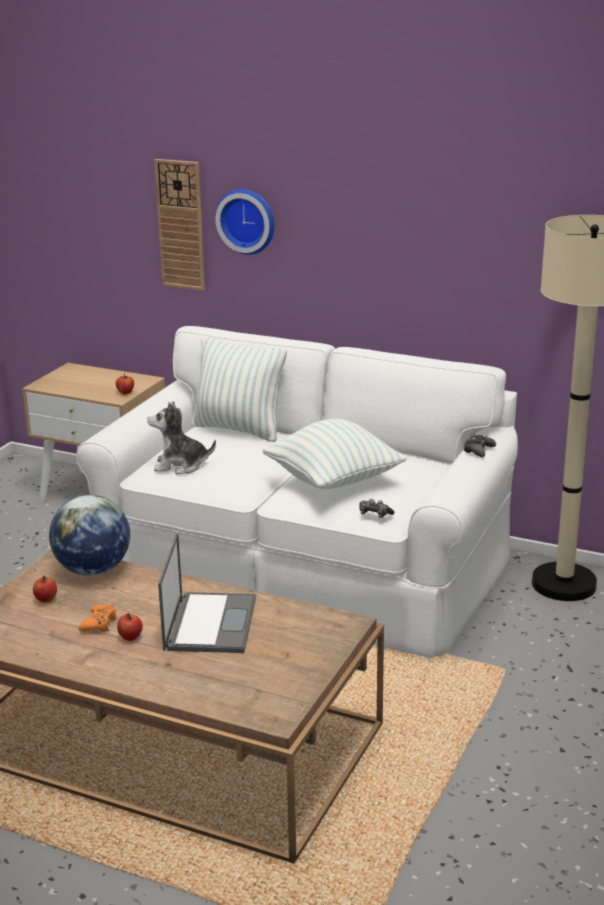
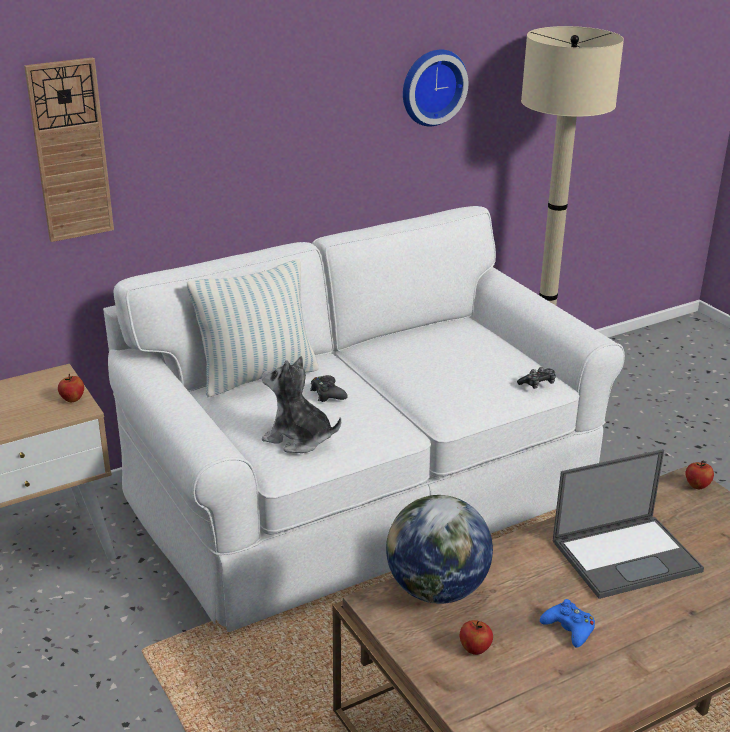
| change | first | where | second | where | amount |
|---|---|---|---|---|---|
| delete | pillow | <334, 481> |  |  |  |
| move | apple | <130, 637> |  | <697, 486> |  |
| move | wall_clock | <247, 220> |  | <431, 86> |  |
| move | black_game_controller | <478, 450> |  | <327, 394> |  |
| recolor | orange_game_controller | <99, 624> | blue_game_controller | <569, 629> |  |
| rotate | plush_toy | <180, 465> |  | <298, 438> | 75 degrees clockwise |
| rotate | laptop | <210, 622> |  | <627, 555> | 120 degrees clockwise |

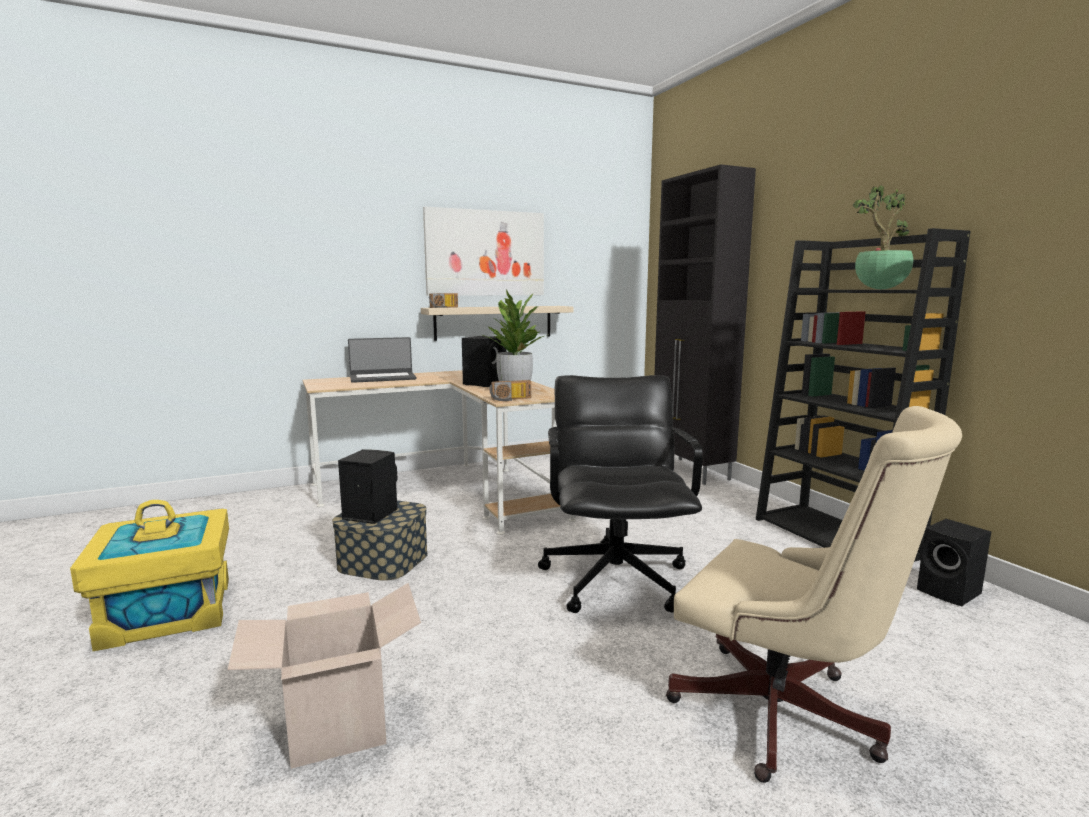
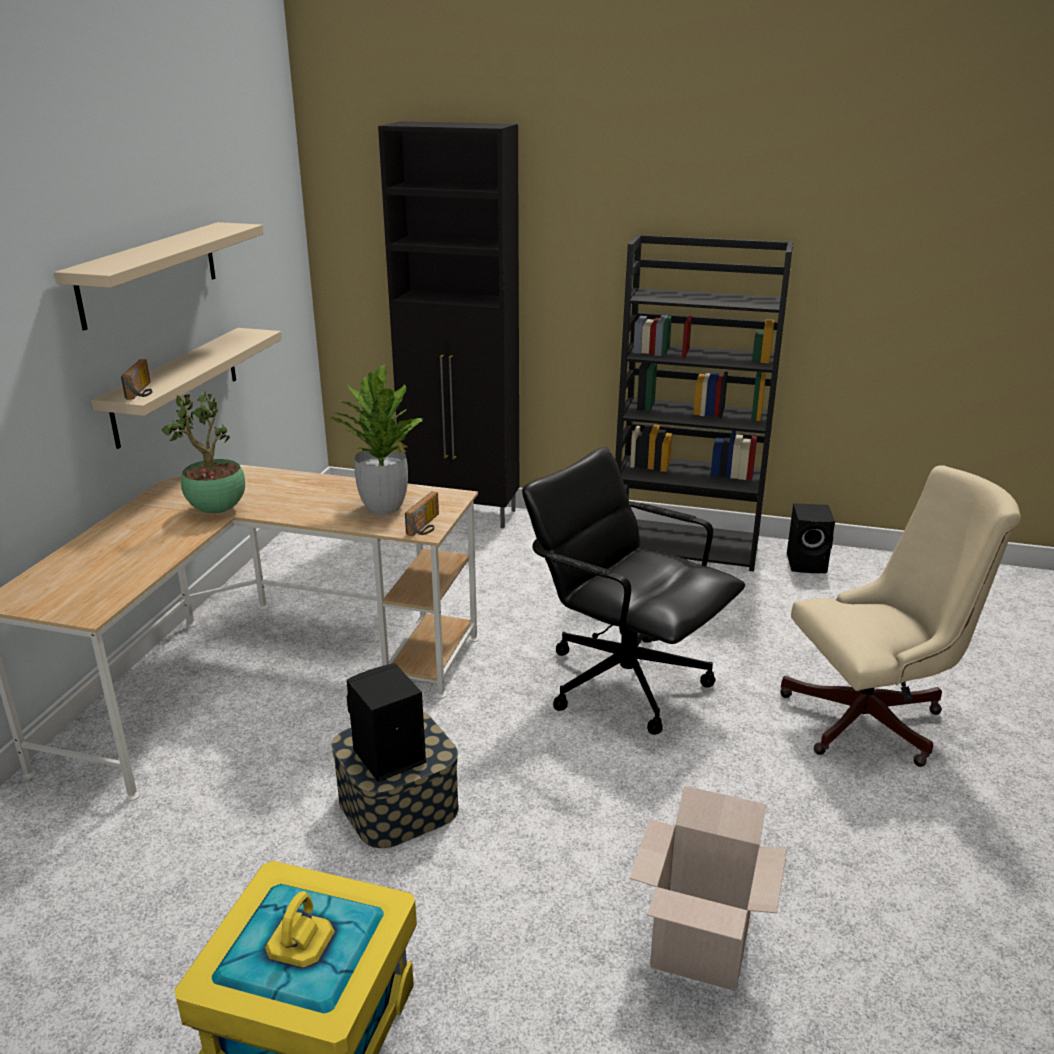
| change | first | where | second | where | amount |
|---|---|---|---|---|---|
| delete | laptop | <382, 378> |  |  |  |
| delete | black_speaker | <485, 384> |  |  |  |
| move | potted_plant | <879, 289> |  | <216, 511> |  |
| replace | picture | <485, 253> | beige_shelf | <149, 273> |  |

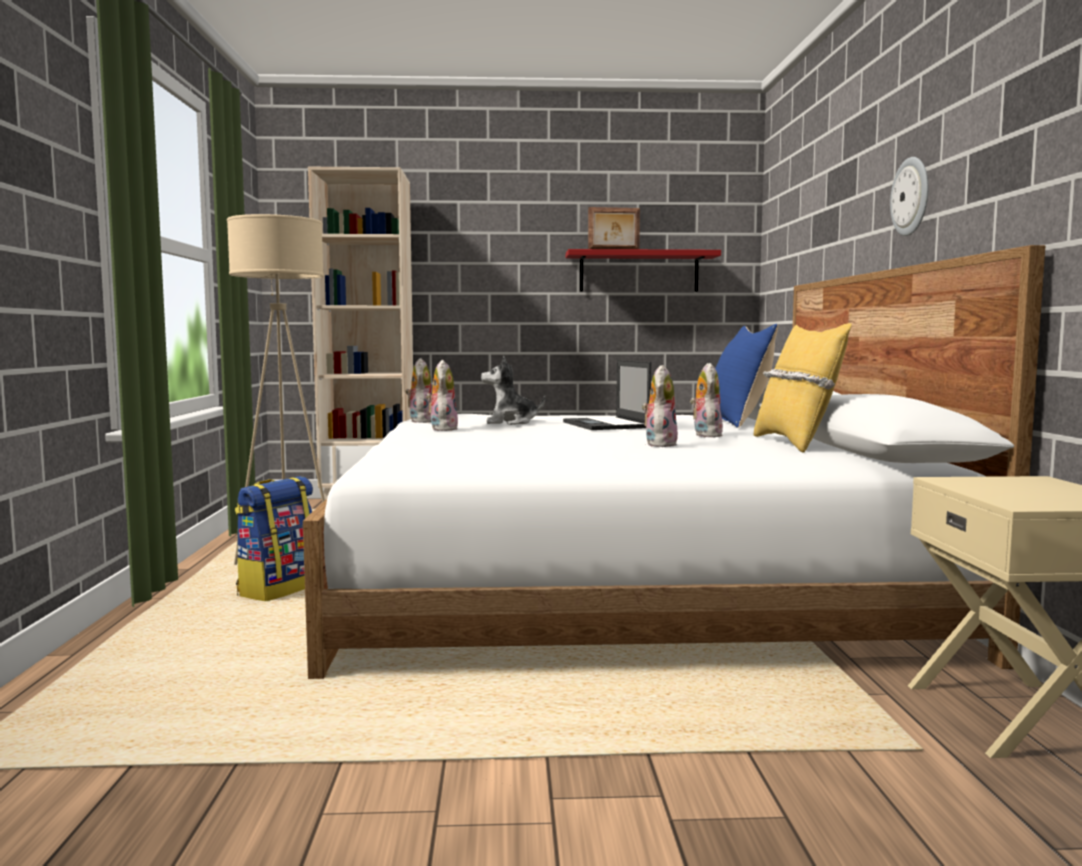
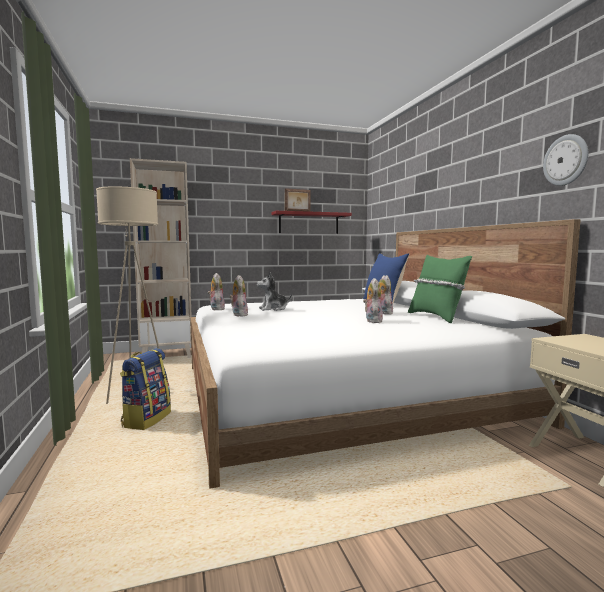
| change | first | where | second | where | amount |
|---|---|---|---|---|---|
| delete | laptop | <606, 425> |  |  |  |
| move | wall_clock | <911, 196> |  | <565, 160> |  |
| recolor | yellow_pillow | <796, 443> | green_pillow | <436, 317> |  |

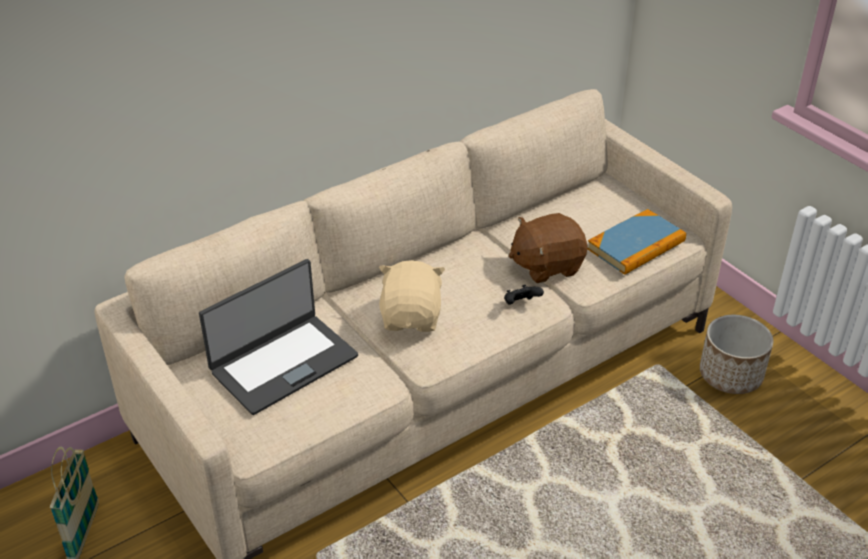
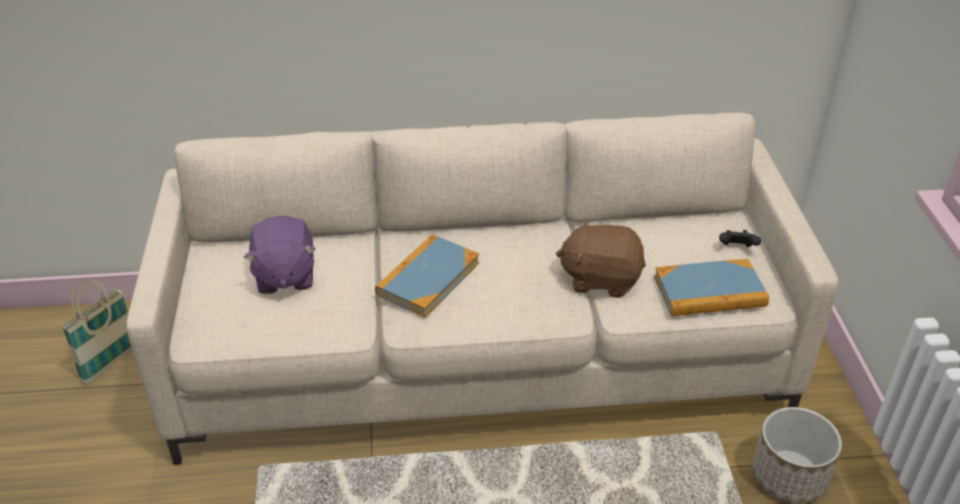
| change | first | where | second | where | amount |
|---|---|---|---|---|---|
| move | black_game_controller | <520, 304> |  | <736, 248> |  |
| replace | laptop | <283, 363> | purple_plush_toy | <284, 276> |  |
| replace | beige_plush_toy | <412, 317> | book | <428, 278> |  |

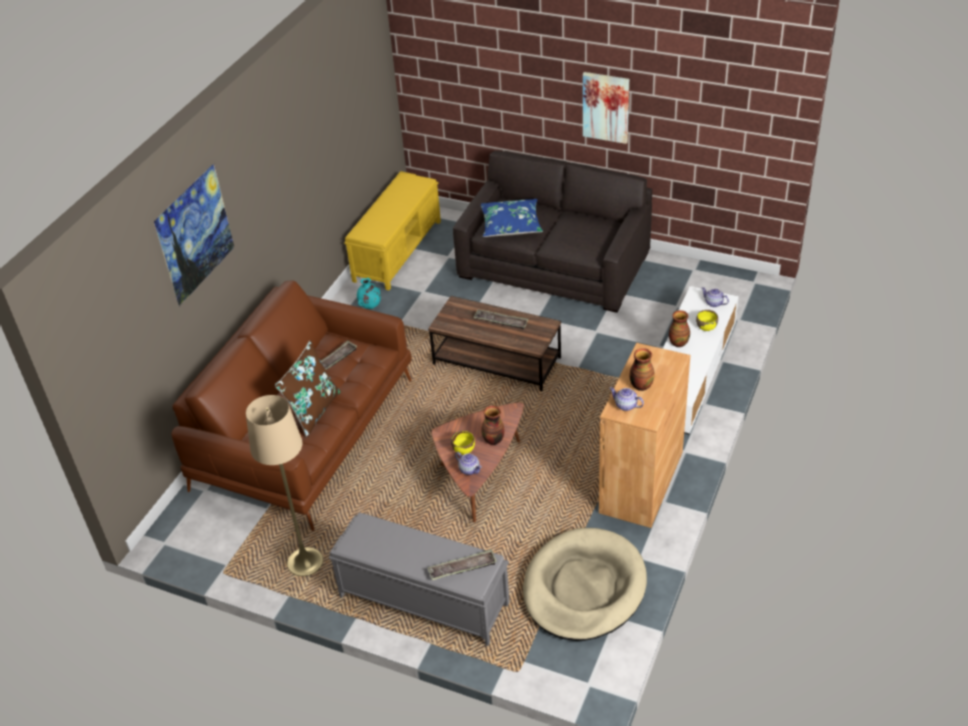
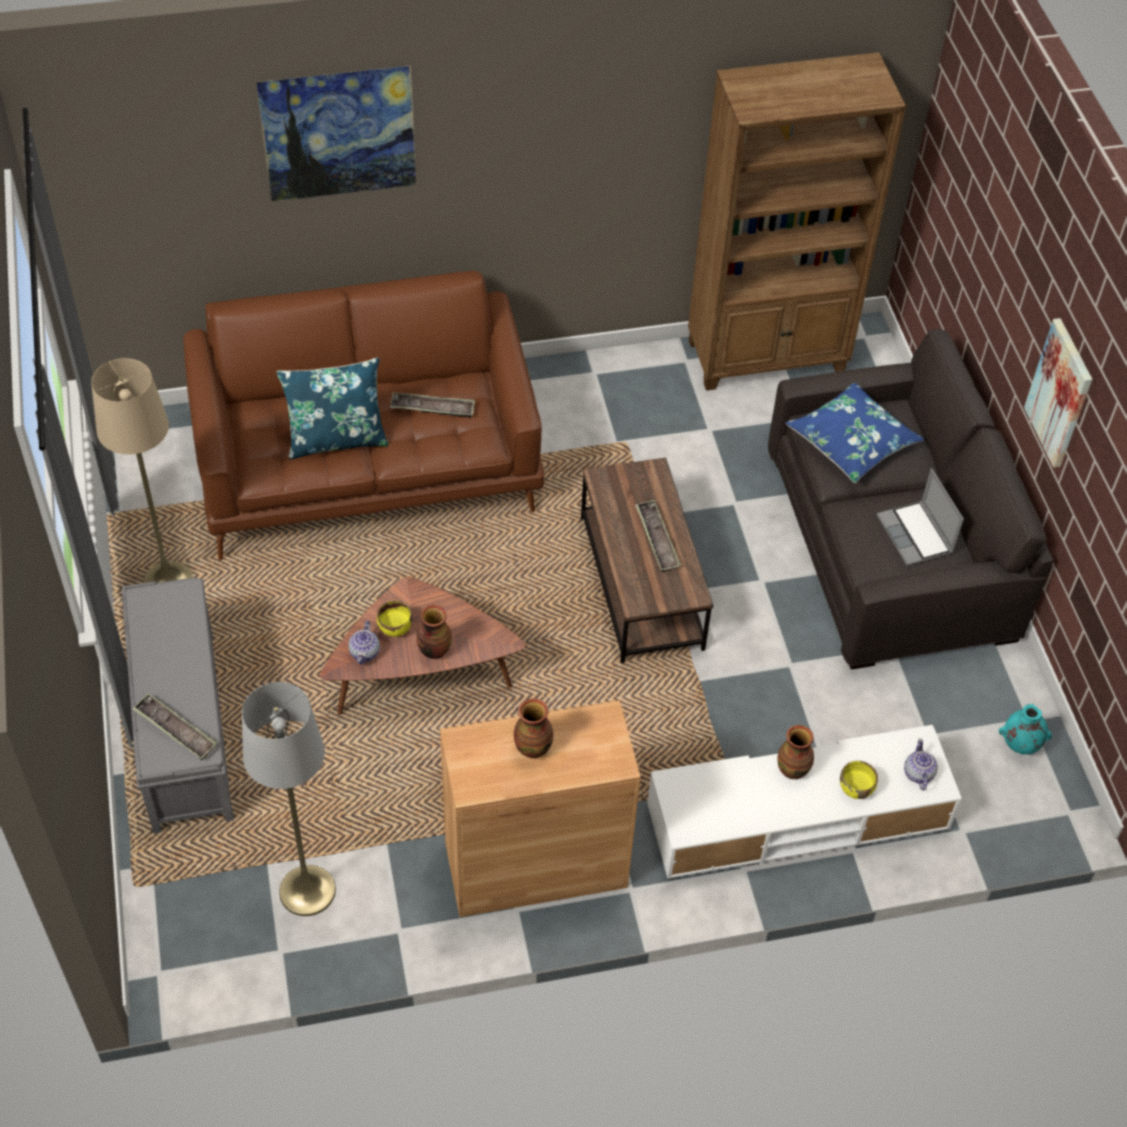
| change | first | where | second | where | amount |
|---|---|---|---|---|---|
| delete | teapot | <626, 405> |  |  |  |
| insert |  |  | laptop | <916, 535> |  |
| move | turquoise_vase | <370, 306> |  | <1019, 745> |  |
| replace | yellow_bench | <398, 250> | brown_bookcase | <768, 357> |  |
| replace | beige_dog_bed | <584, 588> | grey_floor_lamp | <307, 890> |  |
| recolor | brown_pillow | <313, 411> | blue_pillow | <336, 439> |  |

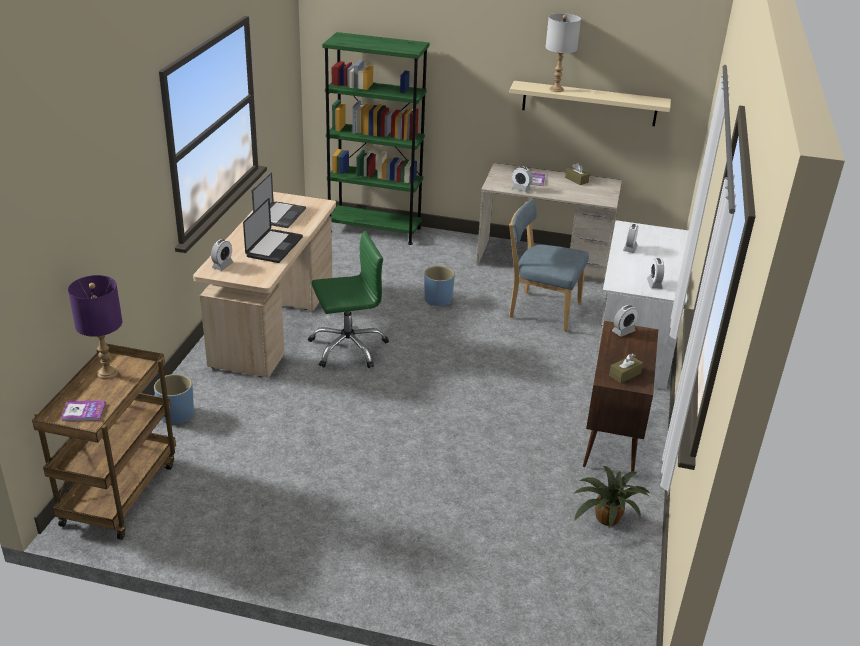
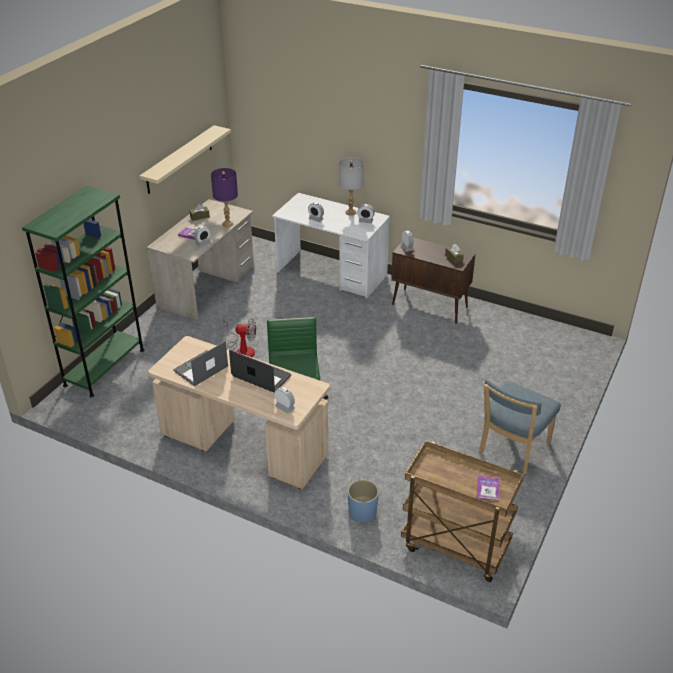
| change | first | where | second | where | amount |
|---|---|---|---|---|---|
| delete | potted_plant | <606, 519> |  |  |  |
| move | purple_table_lamp | <107, 373> |  | <227, 224> |  |
| move | blue_chair | <541, 310> |  | <512, 450> |  |
| move | grey_table_lamp | <556, 89> |  | <350, 212> |  |
| replace | blue_planter | <438, 300> | fan | <242, 349> |  |
| rotate | laptop | <280, 215> |  | <200, 369> | 75 degrees counterclockwise |

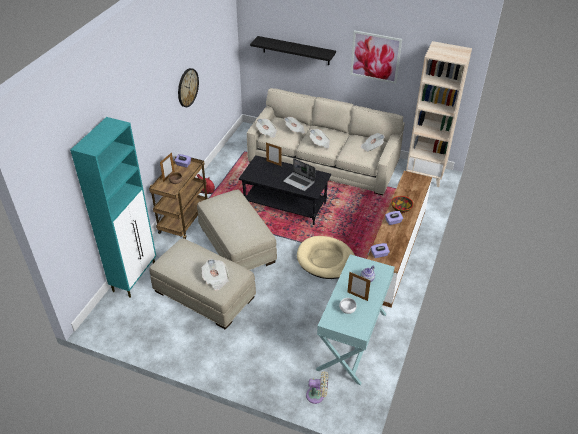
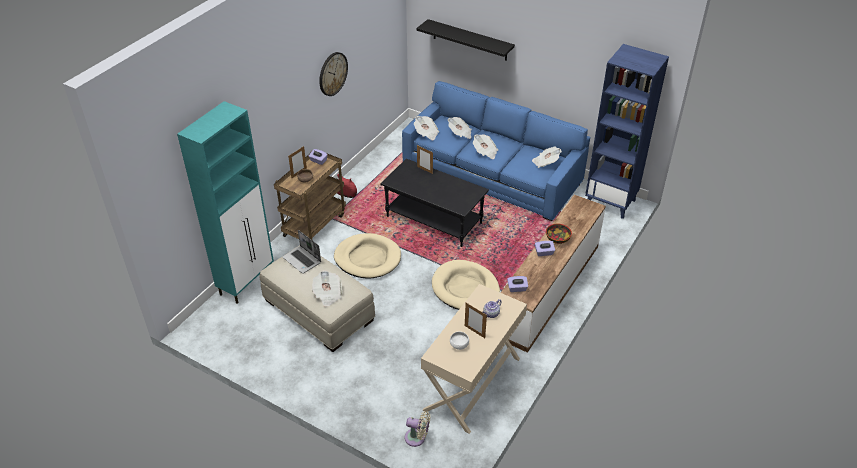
| change | first | where | second | where | amount |
|---|---|---|---|---|---|
| delete | picture | <375, 57> |  |  |  |
| move | laptop | <299, 182> |  | <302, 260> |  |
| replace | beige_ottoman | <236, 244> | beige_dog_bed | <367, 258> |  |
| recolor | beige_sofa | <324, 161> | blue_sofa | <492, 174> |  |
| recolor | turquoise_console_table | <352, 341> | beige_console_table | <473, 384> |  |
| recolor | beige_bookcase | <425, 175> | blue_bookcase | <611, 202> |  |

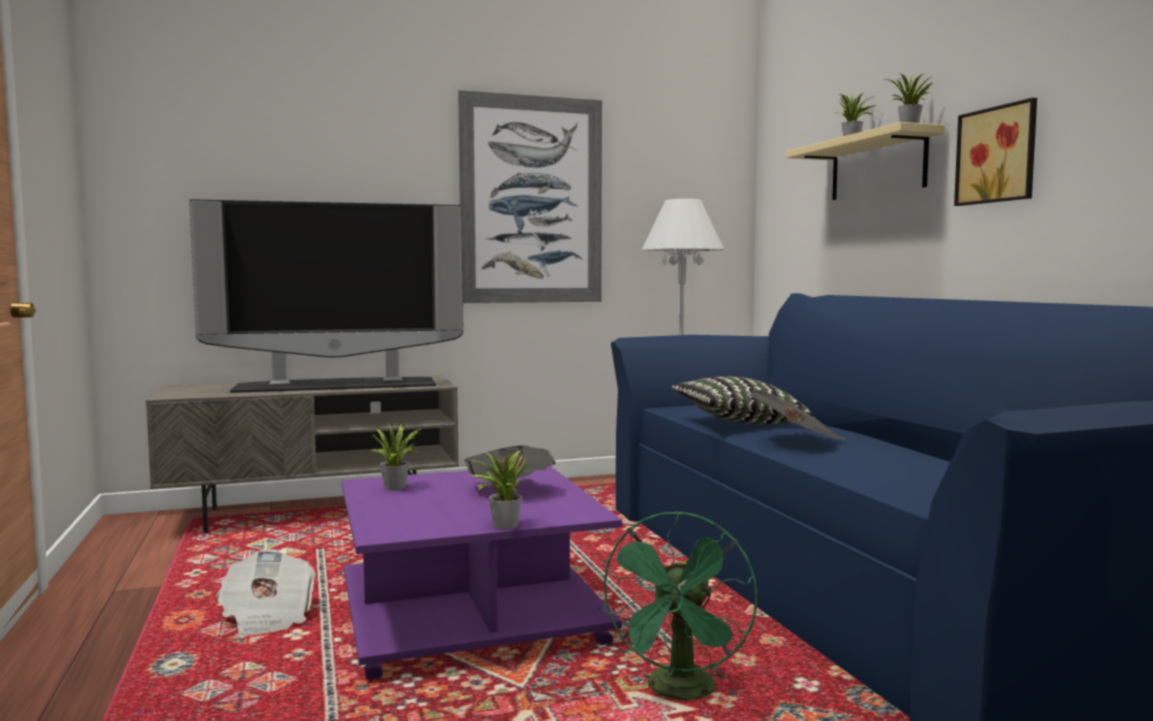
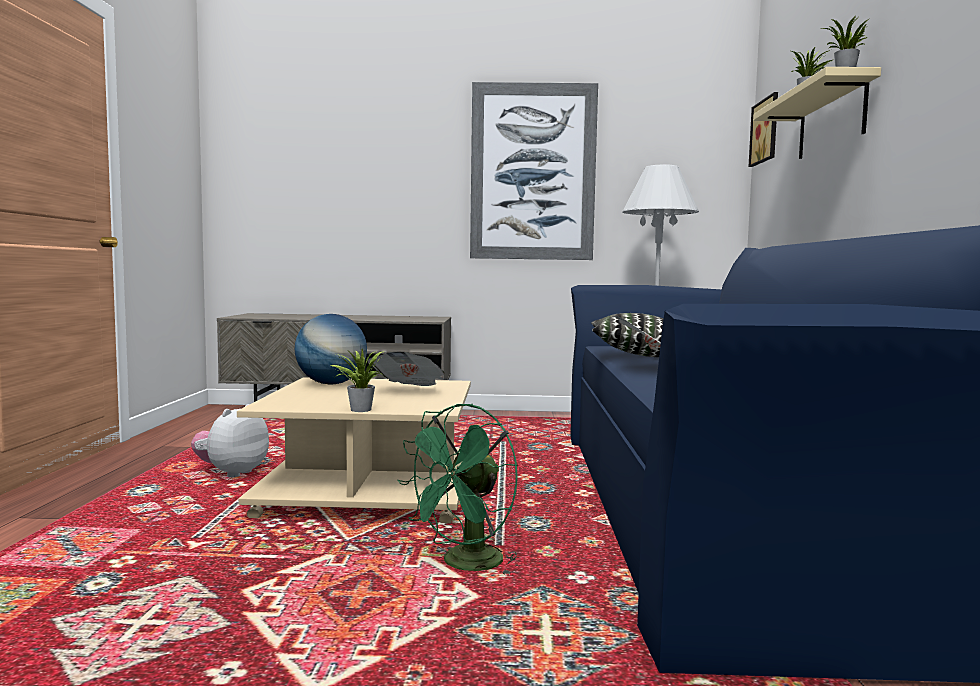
| change | first | where | second | where | amount |
|---|---|---|---|---|---|
| delete | television | <337, 385> |  |  |  |
| move | picture | <998, 155> |  | <767, 131> |  |
| replace | newspaper | <267, 619> | plush_toy | <232, 473> |  |
| replace | potted_plant | <398, 487> | globe | <331, 384> |  |
| recolor | purple_coffee_table | <474, 616> | beige_coffee_table | <371, 491> |  |

